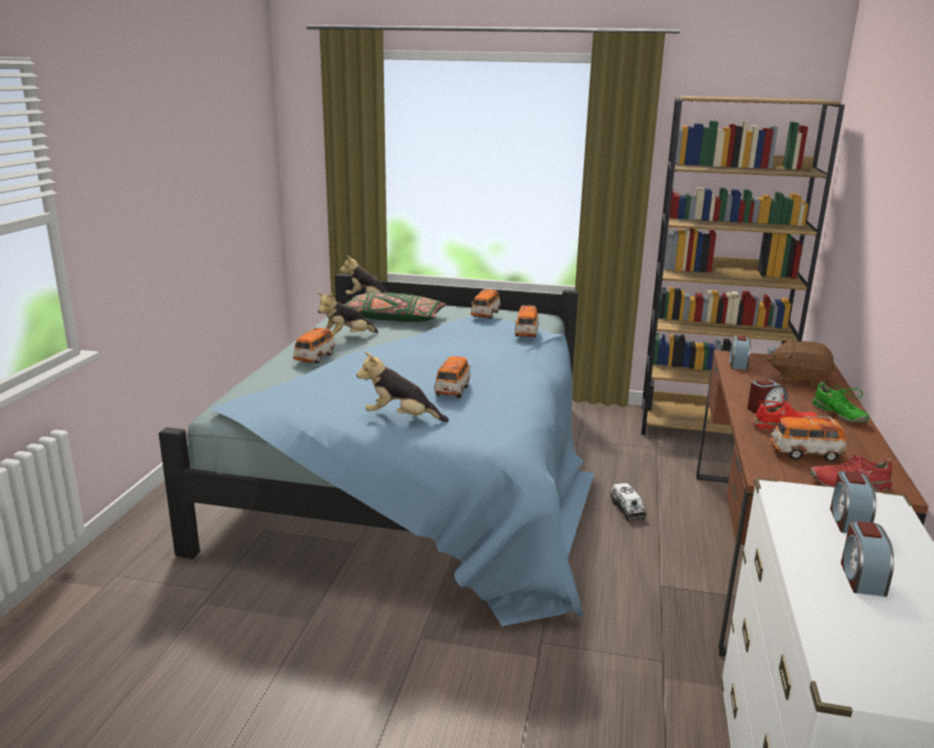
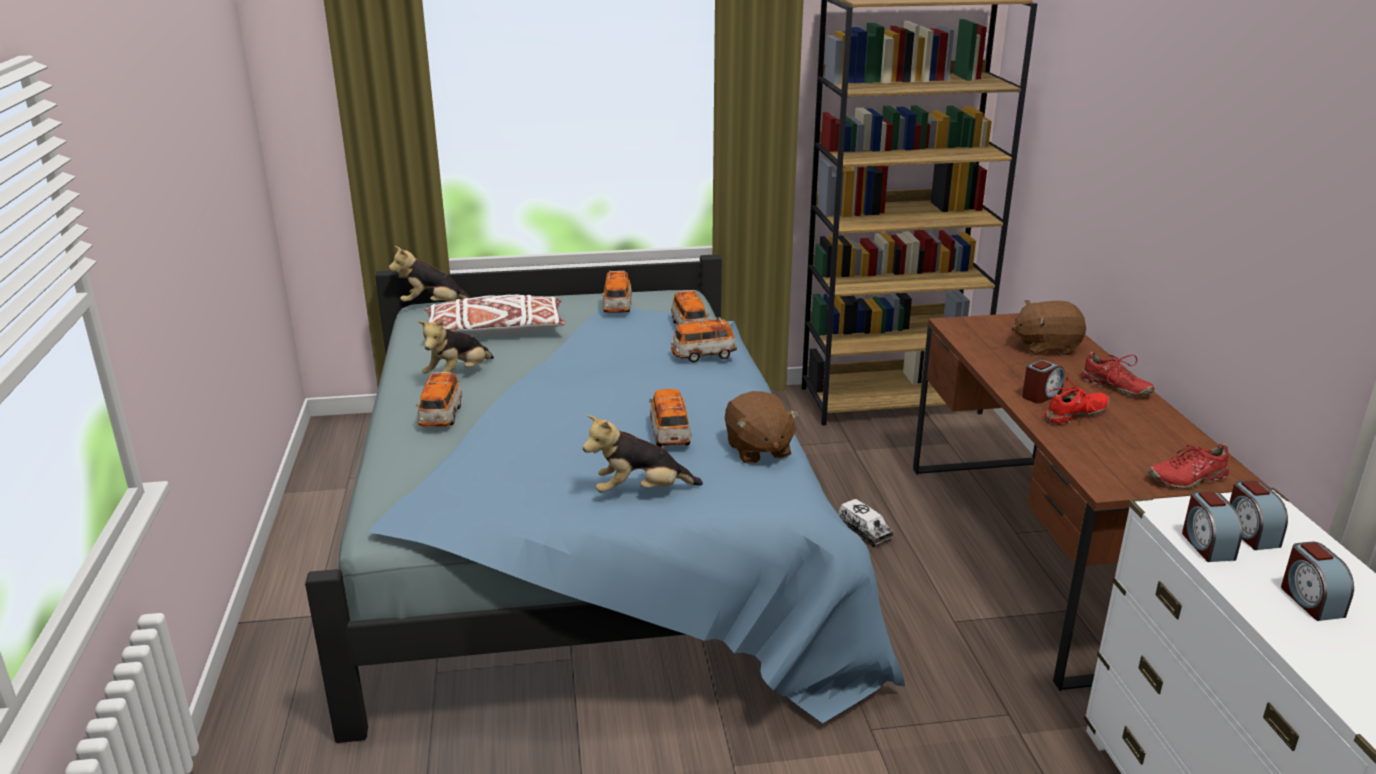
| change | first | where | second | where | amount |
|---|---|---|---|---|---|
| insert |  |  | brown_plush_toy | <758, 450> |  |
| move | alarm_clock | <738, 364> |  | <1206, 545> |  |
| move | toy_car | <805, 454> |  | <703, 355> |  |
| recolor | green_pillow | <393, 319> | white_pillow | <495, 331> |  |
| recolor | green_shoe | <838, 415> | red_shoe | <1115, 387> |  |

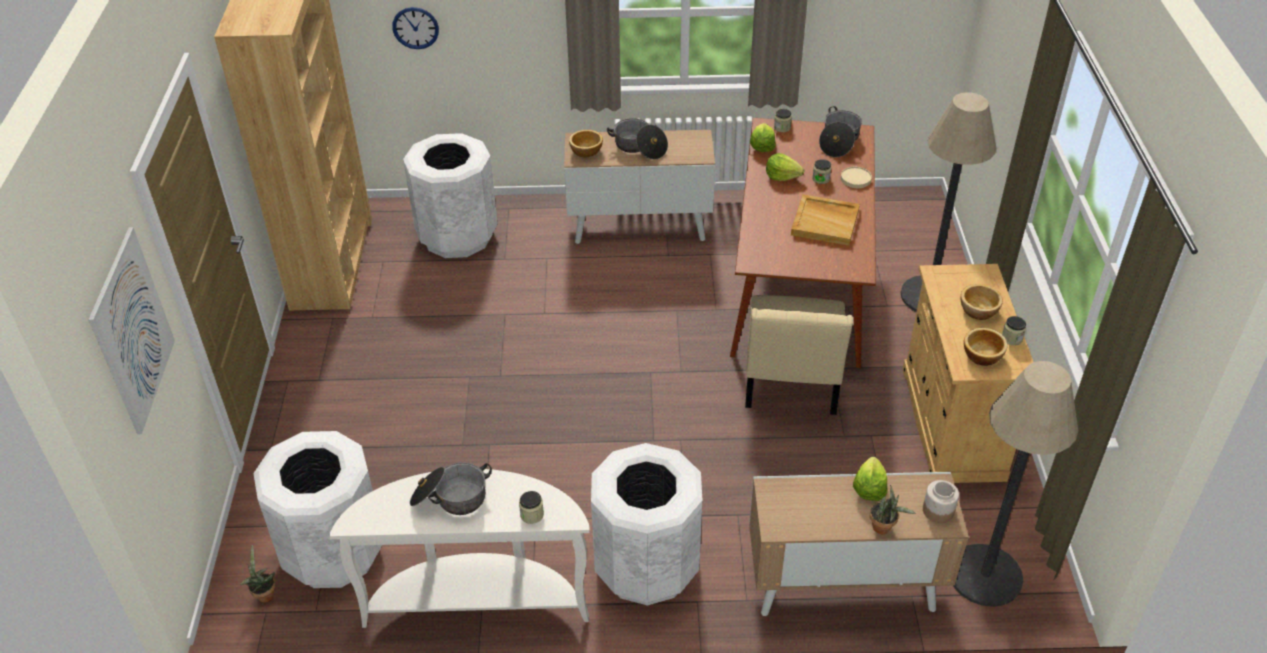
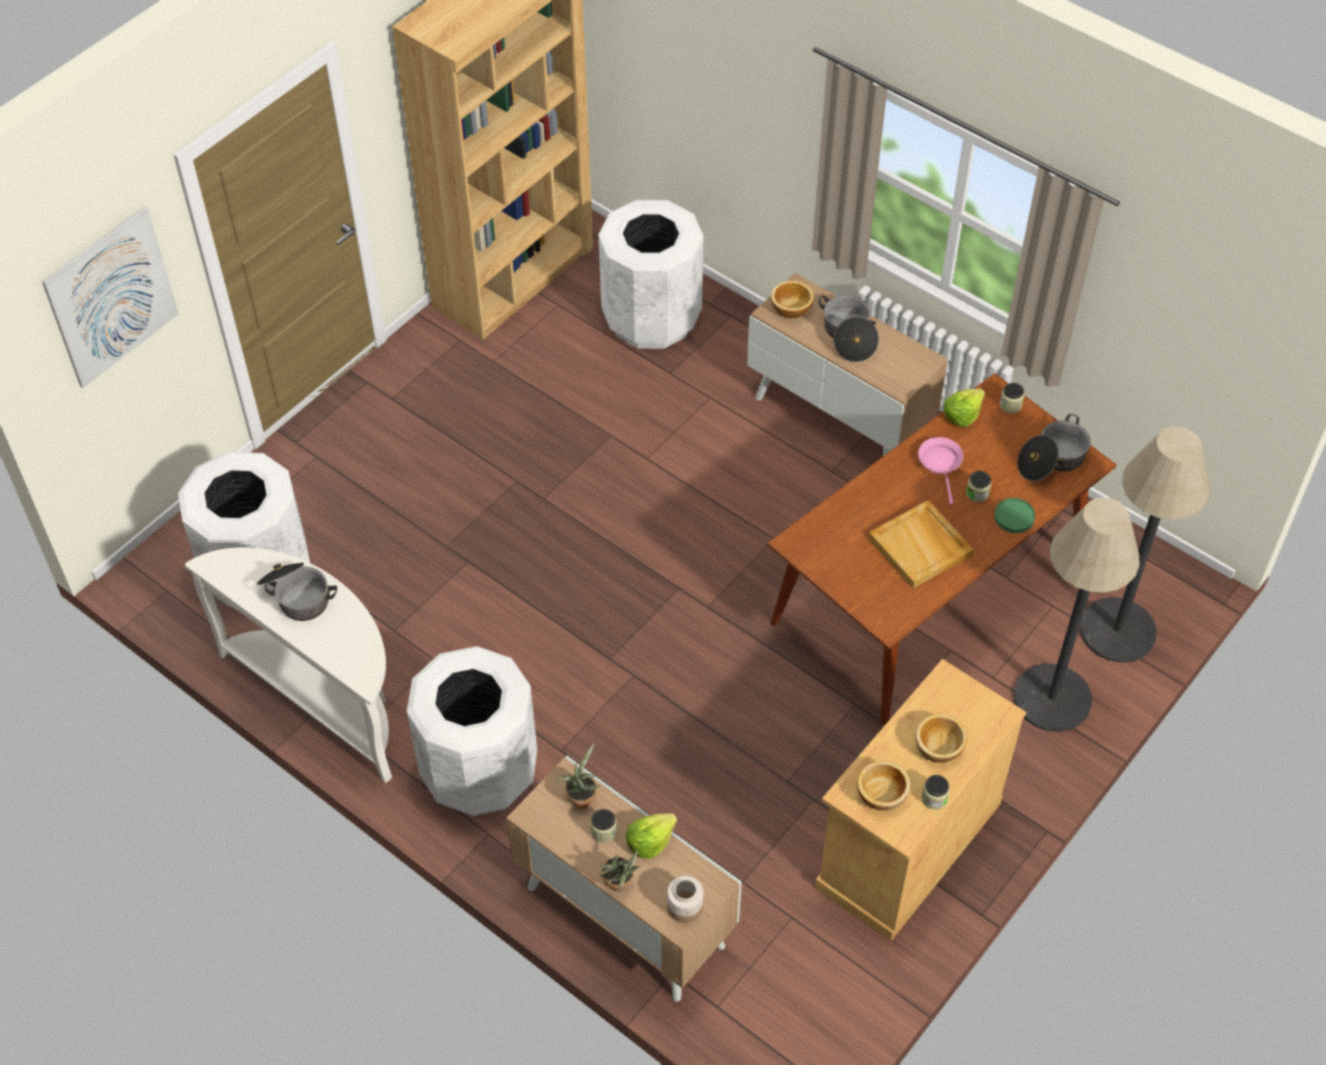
| change | first | where | second | where | amount |
|---|---|---|---|---|---|
| delete | wall_clock | <415, 28> |  |  |  |
| delete | beige_chair | <790, 384> |  |  |  |
| move | potted_plant | <264, 594> |  | <581, 797> |  |
| move | jar | <532, 514> |  | <604, 832> |  |
| move | floor_lamp | <985, 575> |  | <1117, 630> |  |
| replace | lettuce | <782, 176> | pink_frying_pan | <941, 464> |  |
| recolor | beige_plate | <855, 179> | green_plate | <1014, 517> |  |

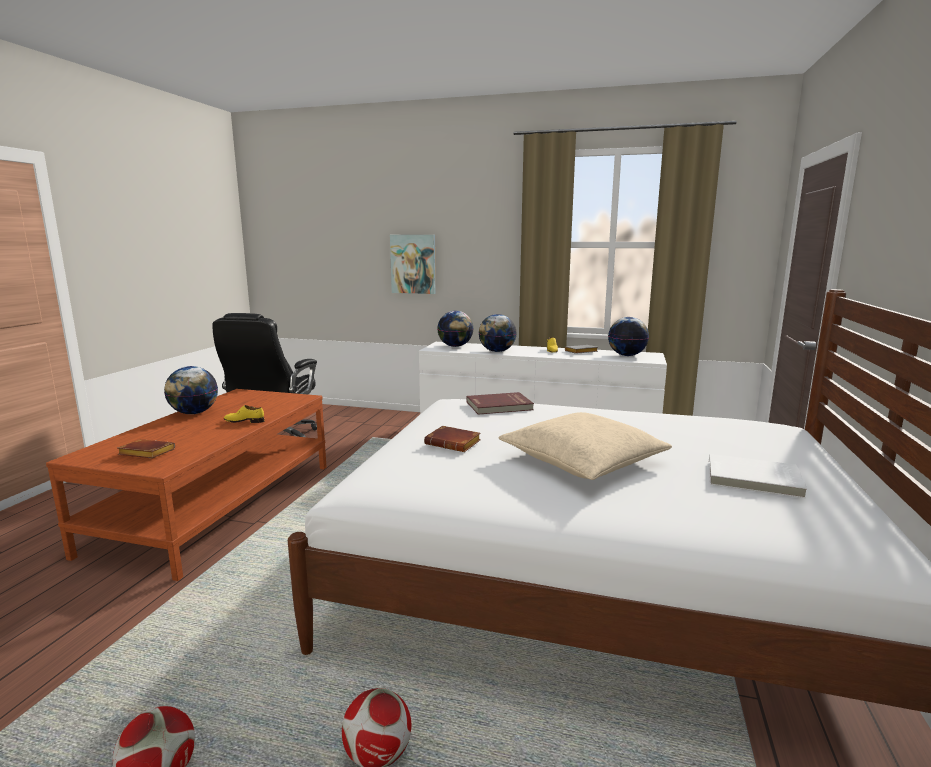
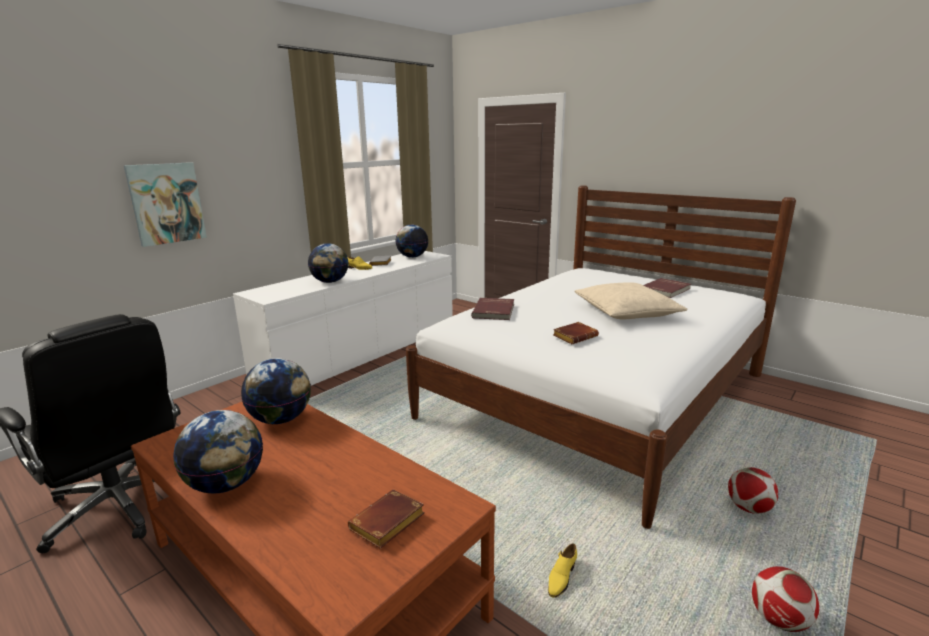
| change | first | where | second | where | amount |
|---|---|---|---|---|---|
| move | yellow_shoe | <244, 421> |  | <561, 577> |  |
| move | globe | <455, 346> |  | <281, 419> |  |
| recolor | white_book | <753, 479> | red_book | <666, 290> |  |

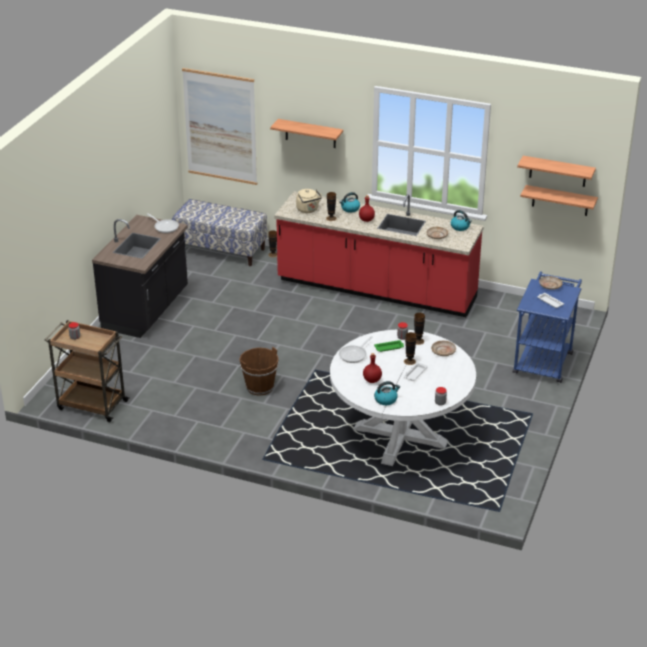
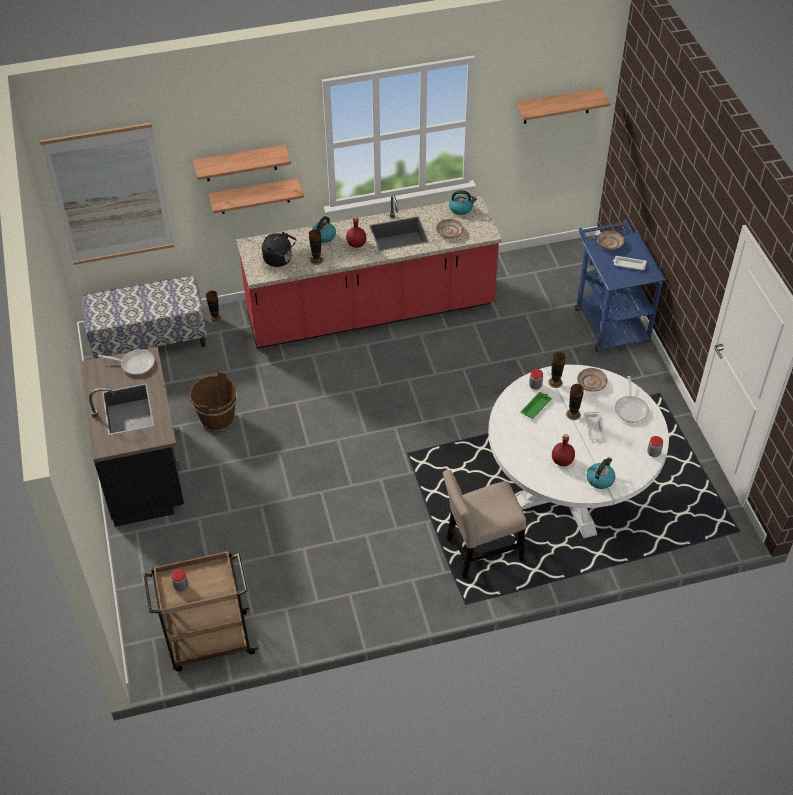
| change | first | where | second | where | amount |
|---|---|---|---|---|---|
| insert |  |  | beige_chair | <480, 551> |  |
| move | brown_bucket | <259, 387> |  | <217, 420> |  |
| move | frying_pan | <354, 355> |  | <631, 408> |  |
| move | shelf | <560, 200> |  | <254, 196> |  |
| recolor | beige_kettle | <308, 210> | black_kettle | <280, 259> |  |

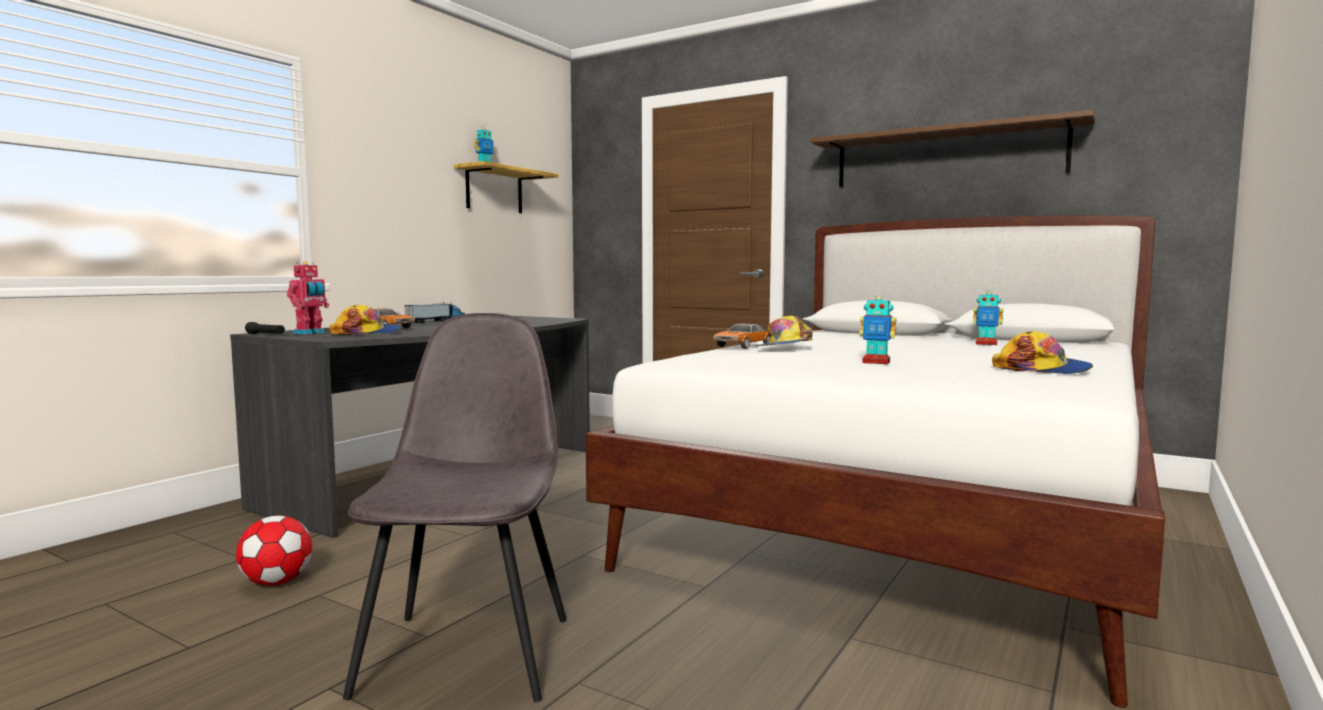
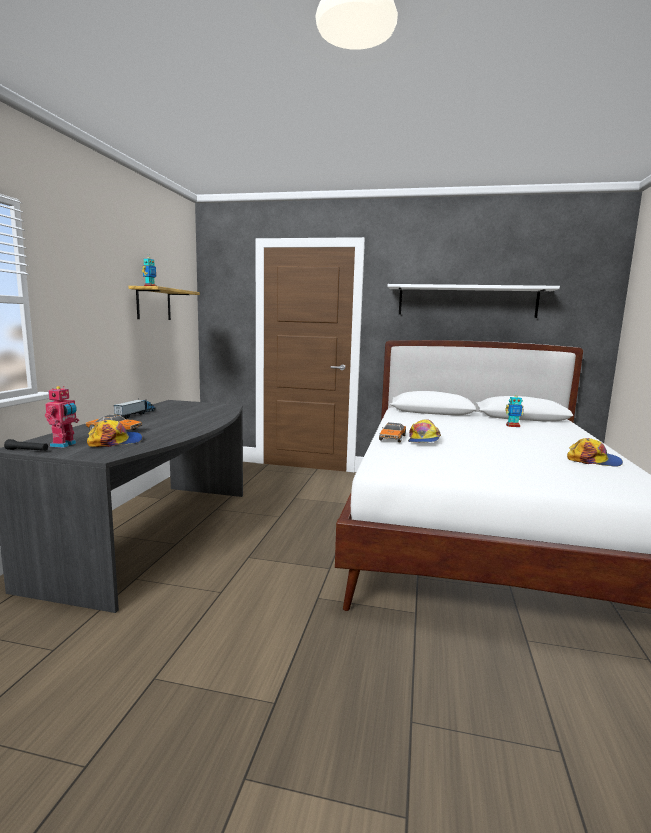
| change | first | where | second | where | amount |
|---|---|---|---|---|---|
| delete | football | <276, 582> |  |  |  |
| delete | grey_chair | <468, 652> |  |  |  |
| delete | toy_robot | <876, 362> |  |  |  |
| recolor | brown_shelf | <947, 156> | white_shelf | <467, 301> |  |

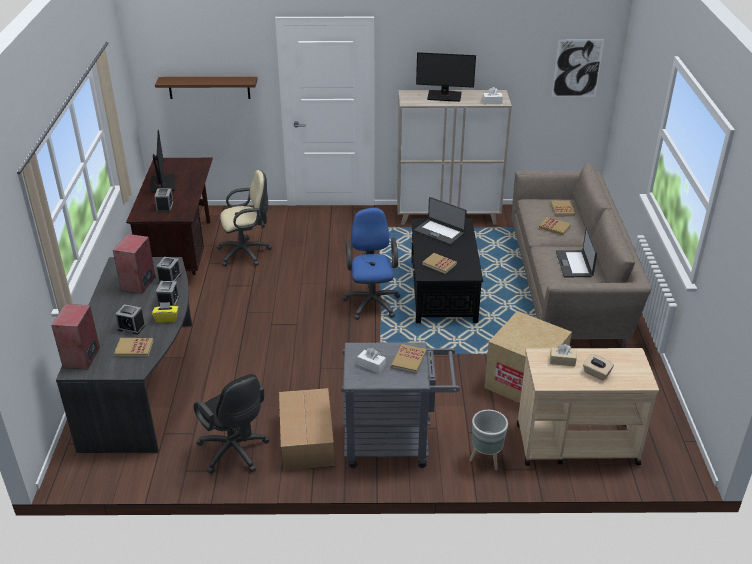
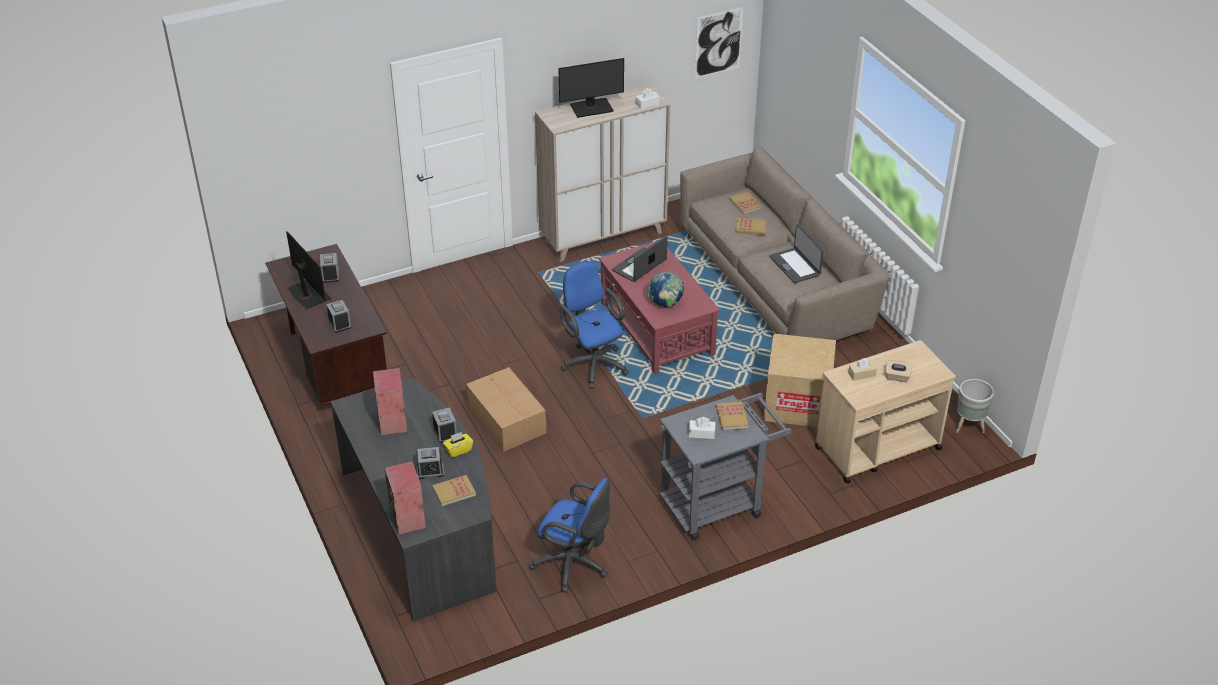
| change | first | where | second | where | amount |
|---|---|---|---|---|---|
| delete | brown_shelf | <209, 87> |  |  |  |
| delete | beige_office_chair | <247, 253> |  |  |  |
| move | alarm_clock | <170, 278> |  | <330, 275> |  |
| move | cardboard_box | <307, 438> |  | <506, 419> |  |
| move | grey_planter | <485, 459> |  | <968, 427> |  |
| replace | book | <439, 264> | globe | <665, 304> |  |
| recolor | black_office_chair | <235, 453> | blue_office_chair | <574, 565> |  |
| recolor | black_coffee_table | <442, 290> | red_coffee_table | <657, 329> |  |
| rotate | laptop | <439, 232> |  | <640, 266> | 120 degrees clockwise |

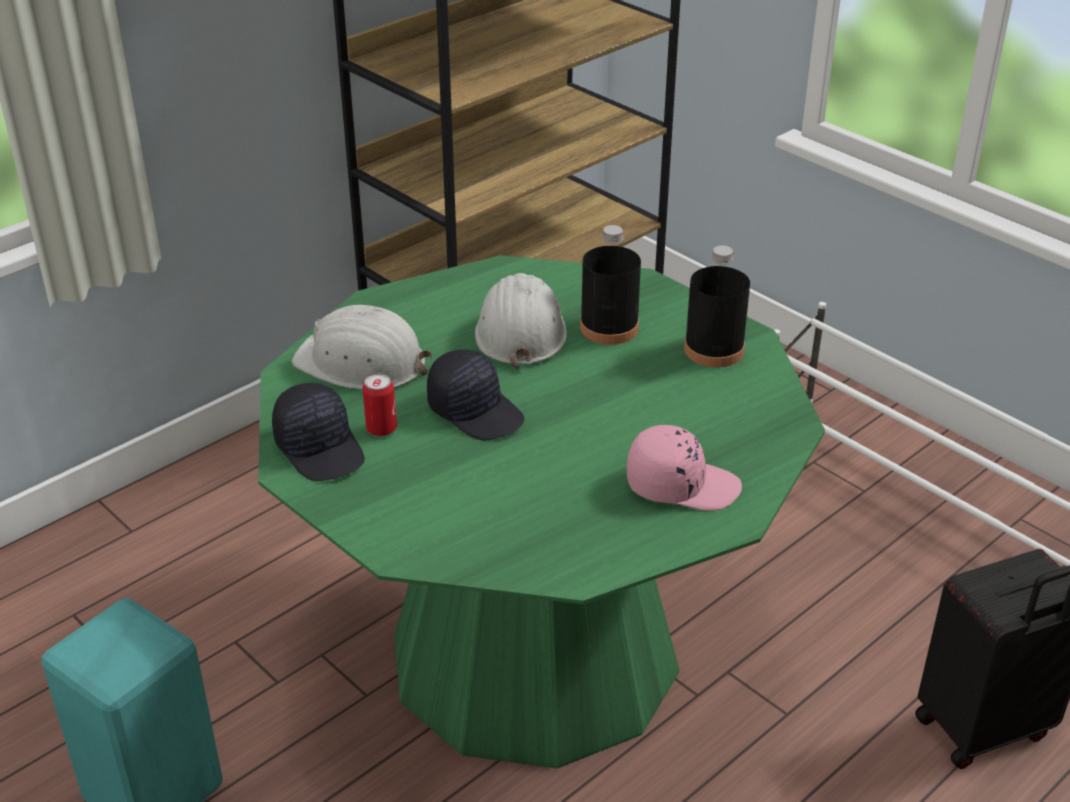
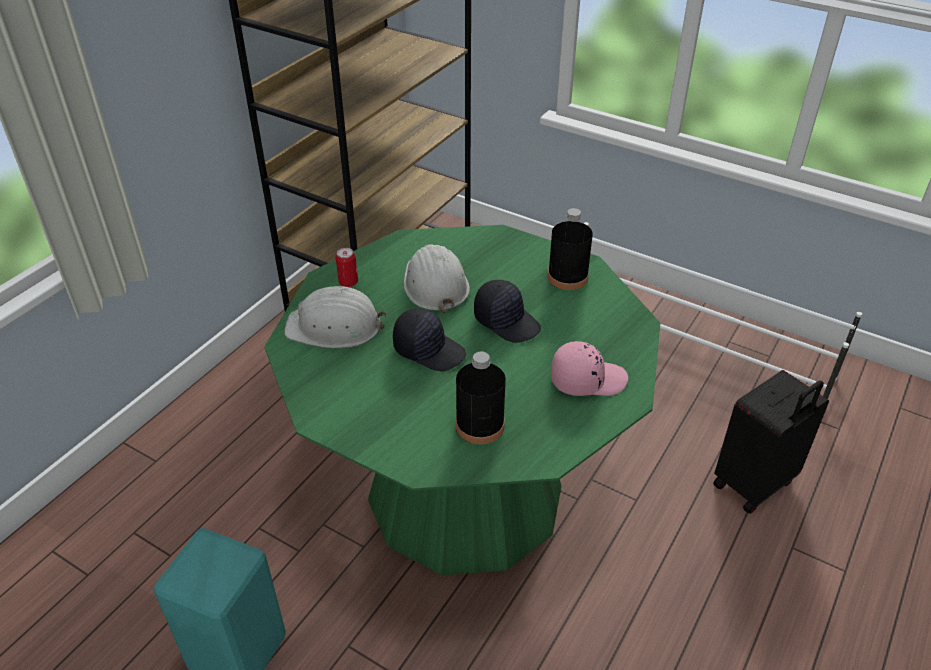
| change | first | where | second | where | amount |
|---|---|---|---|---|---|
| move | black_cap | <321, 448> |  | <507, 321> |  |
| move | can | <381, 429> |  | <348, 282> |  |
| move | black_bottle | <609, 328> |  | <480, 425> |  |

